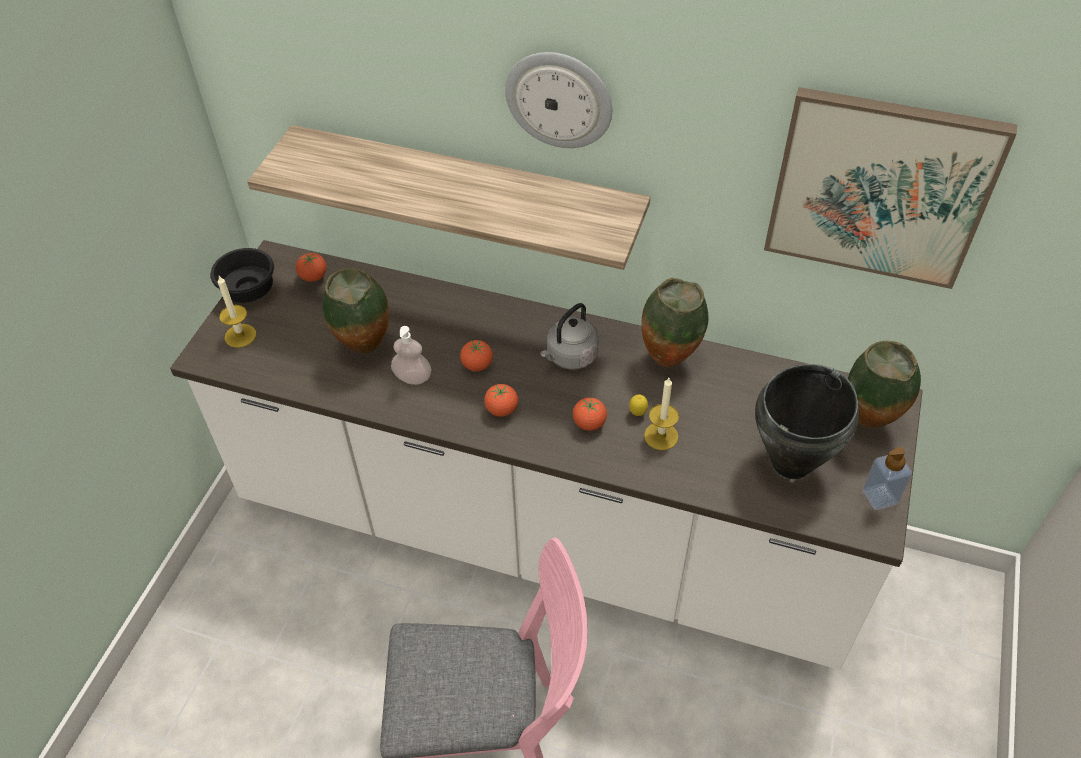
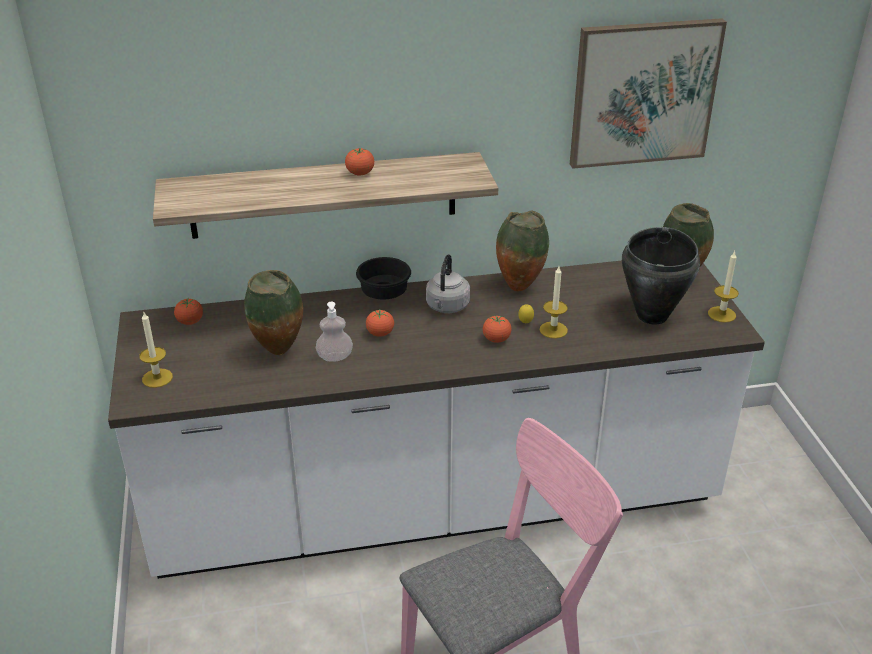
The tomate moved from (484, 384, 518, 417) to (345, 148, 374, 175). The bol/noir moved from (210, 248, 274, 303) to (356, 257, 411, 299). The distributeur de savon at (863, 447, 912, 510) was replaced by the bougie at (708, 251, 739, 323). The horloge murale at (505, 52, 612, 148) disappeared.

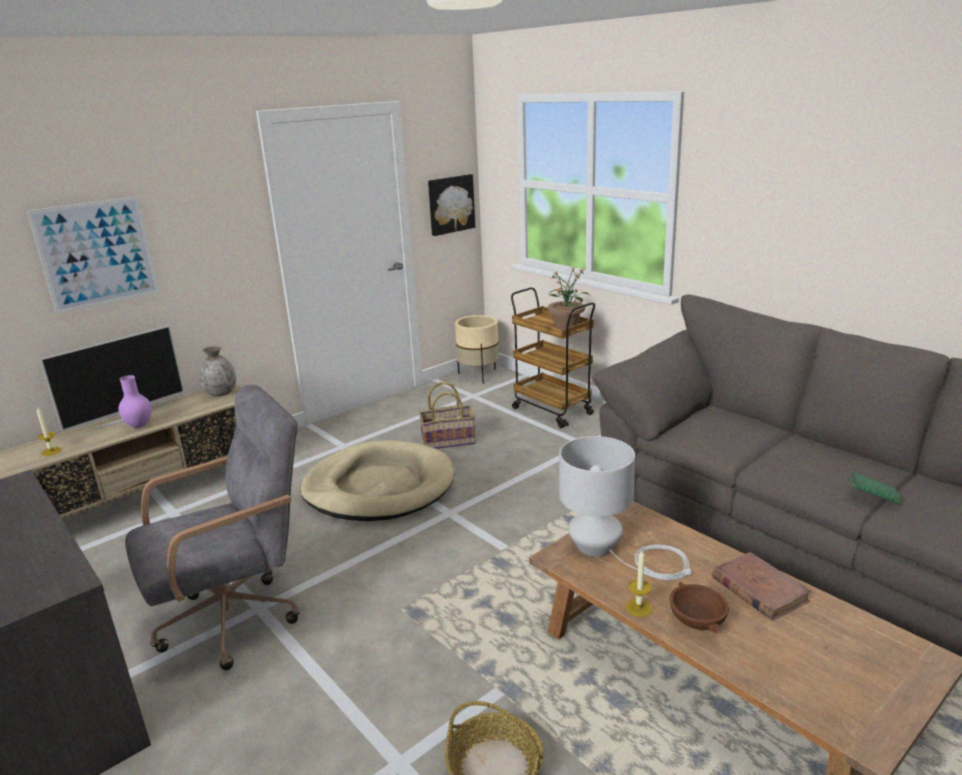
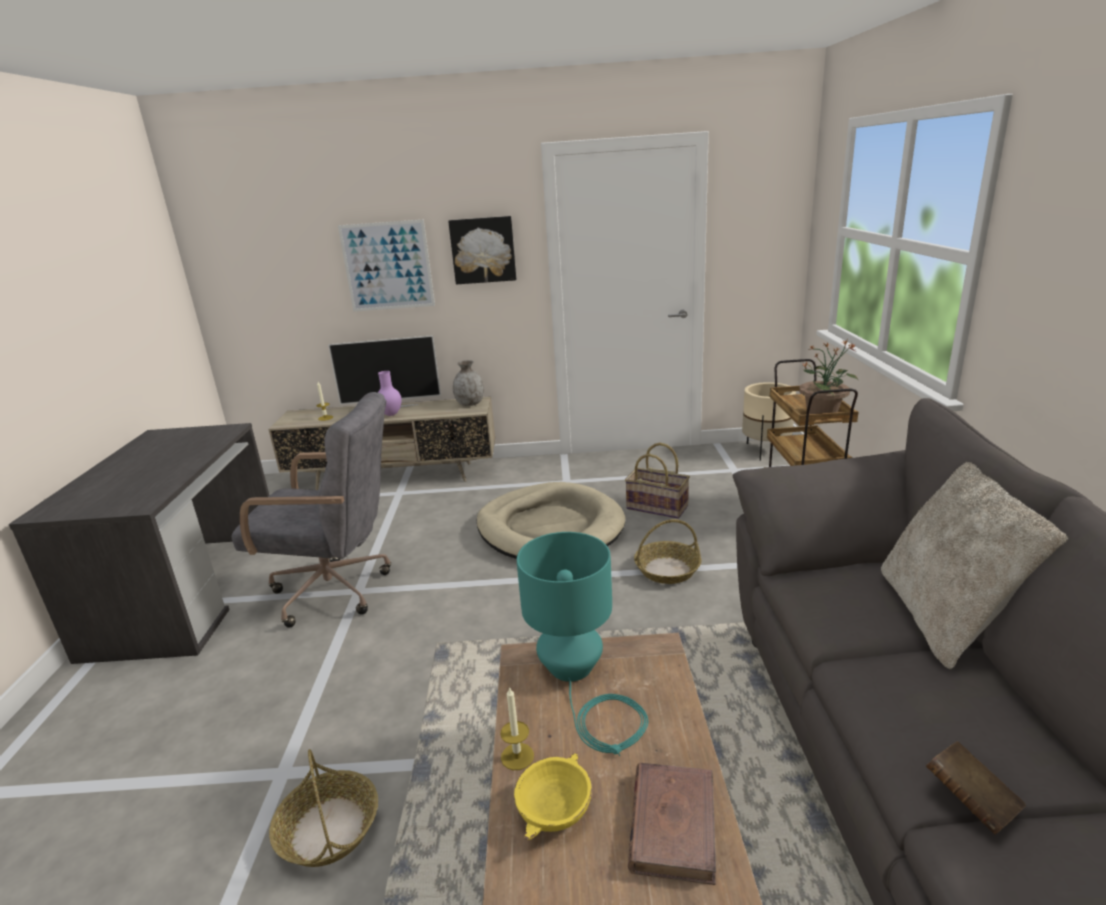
The tableau moved from (428, 174, 475, 236) to (448, 216, 516, 284). The bol/marron at (670, 581, 729, 633) became the bol/jaune at (514, 753, 592, 840). The lampe de table/gris at (559, 436, 692, 580) became the lampe de table/turquoise at (517, 532, 648, 756). The panier at (634, 519, 701, 584) appeared. The coussin/beige at (881, 462, 1068, 669) appeared. The livre/vert at (849, 472, 901, 504) became the livre/marron at (926, 741, 1026, 835).

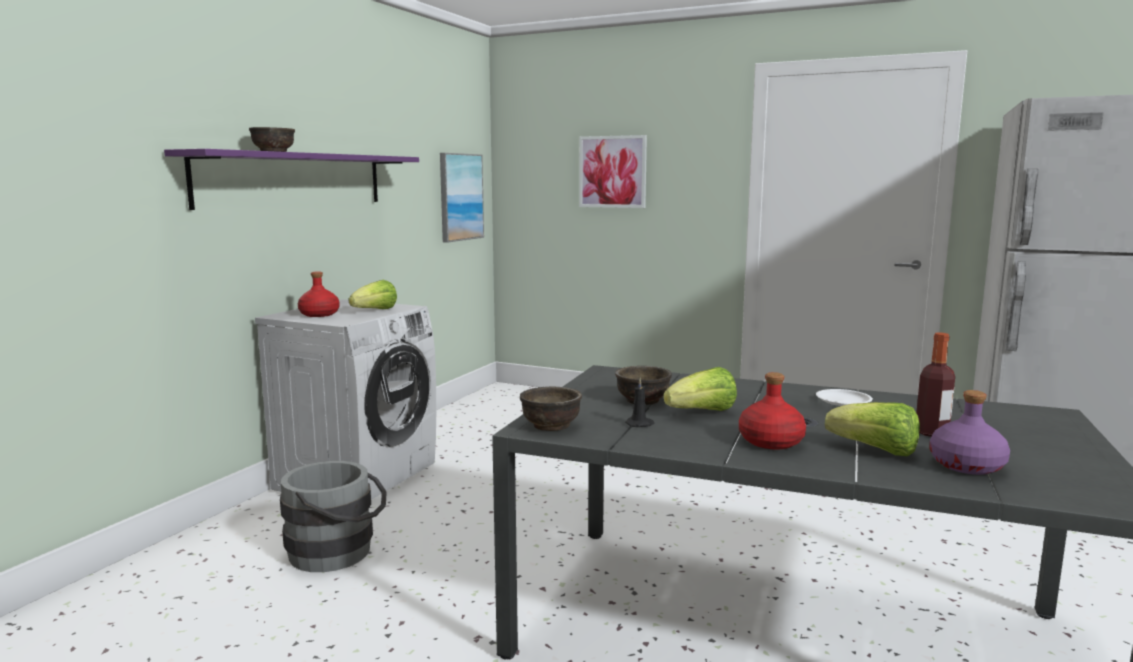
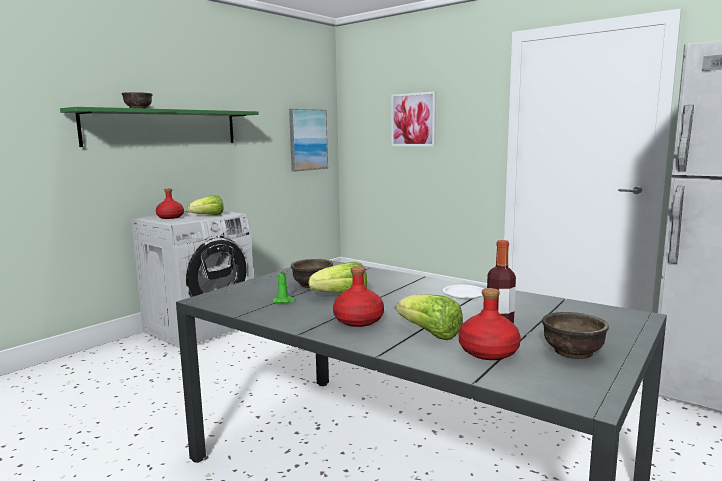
The étagère/violet at (164, 149, 419, 210) became the étagère/vert at (60, 107, 259, 147). The bougie/noir at (625, 378, 655, 427) became the bougie/vert at (273, 266, 296, 303). The bouteille/violet at (930, 390, 1010, 475) became the bouteille/rouge at (459, 288, 521, 360). The bol/marron moved from (520, 387, 582, 431) to (542, 312, 609, 359). The seau/gris at (280, 461, 387, 572) disappeared.

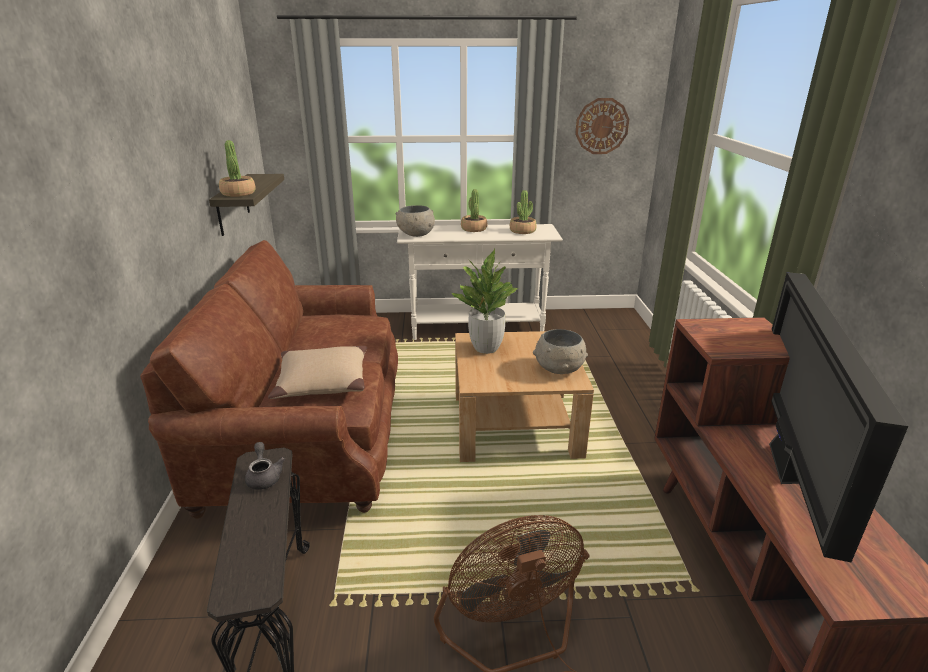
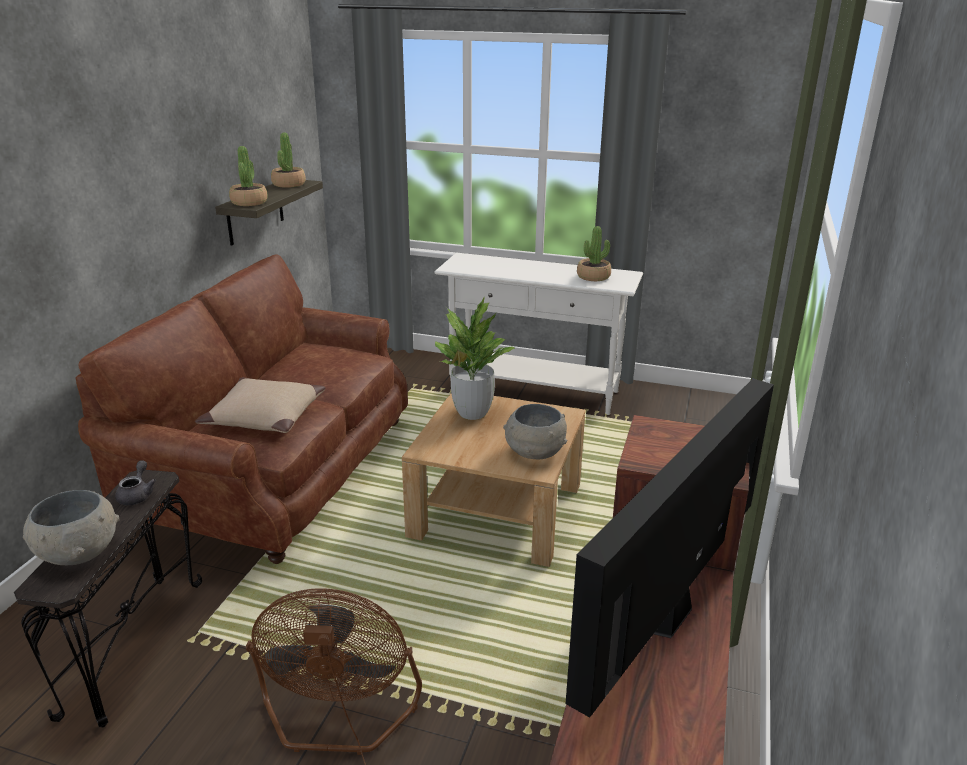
The bol/gris moved from (396, 205, 435, 237) to (23, 490, 119, 565). The plante en pot moved from (461, 189, 487, 232) to (271, 133, 306, 188). The horloge murale at (575, 98, 629, 154) disappeared.

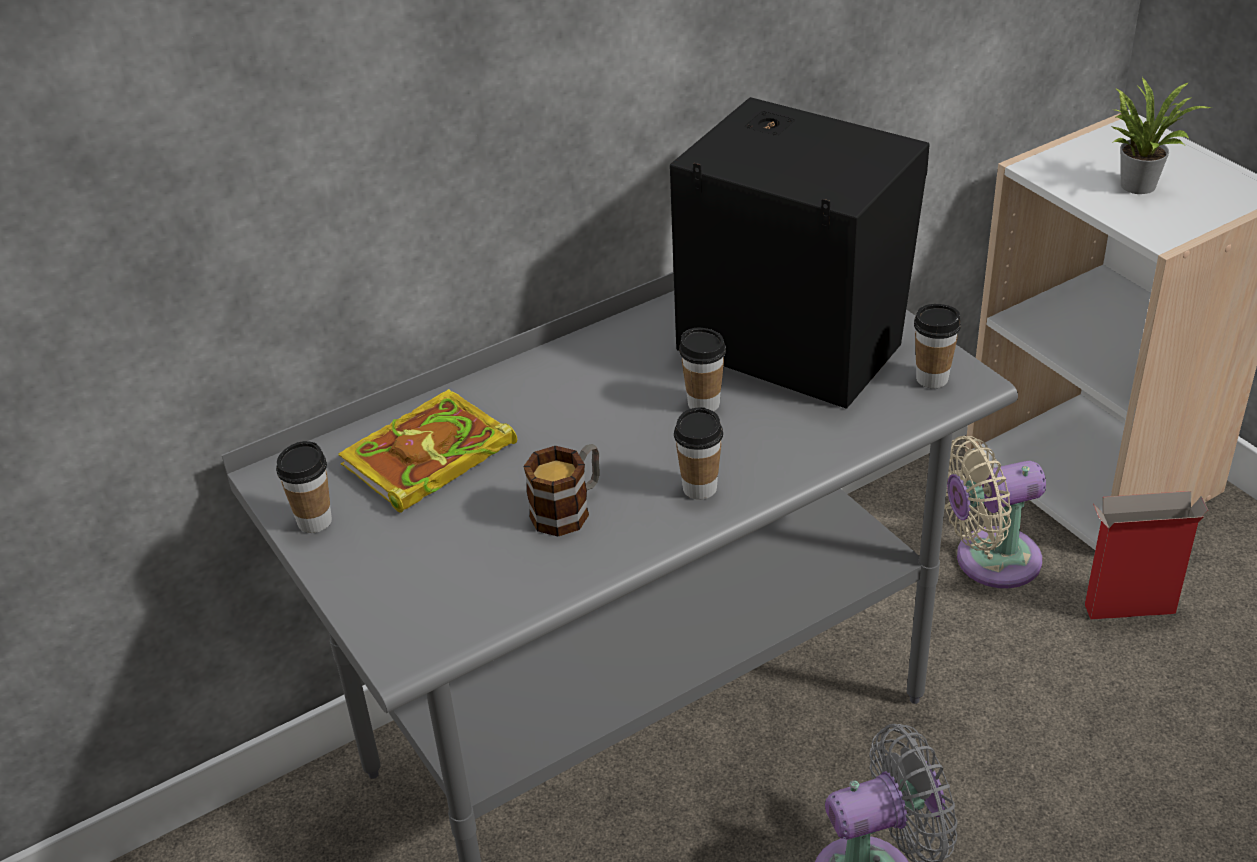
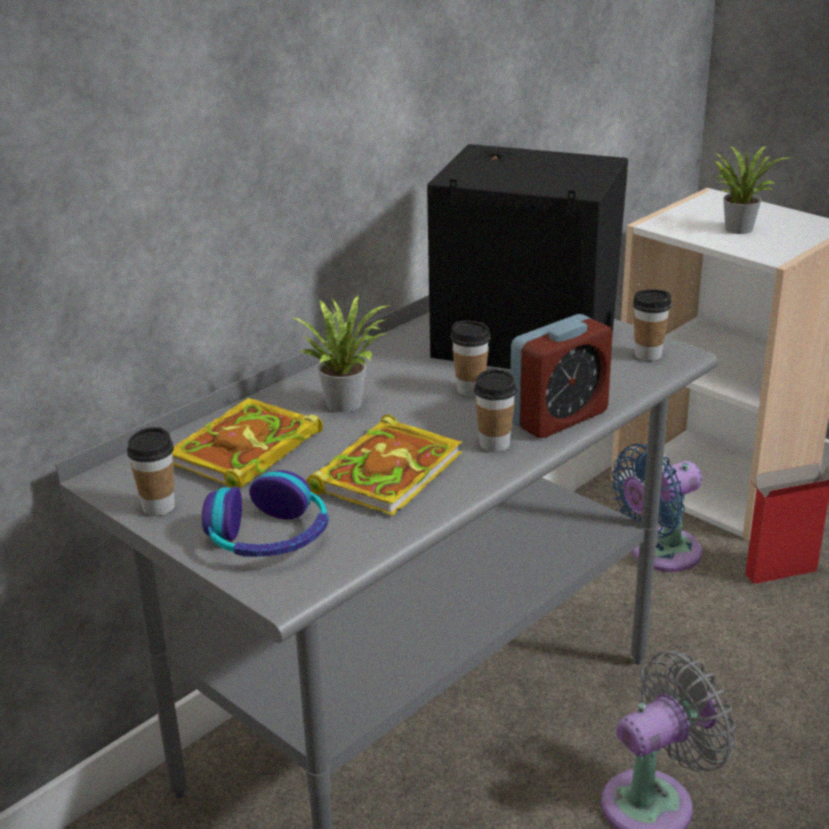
The casque audio at (202, 470, 329, 557) appeared. The plante en pot at (291, 294, 390, 412) appeared. The mug at (523, 444, 599, 536) was replaced by the livre at (306, 414, 462, 516). The réveil at (511, 314, 613, 438) appeared. The ventilateur/beige at (944, 436, 1046, 588) became the ventilateur/bleu at (612, 444, 702, 572).

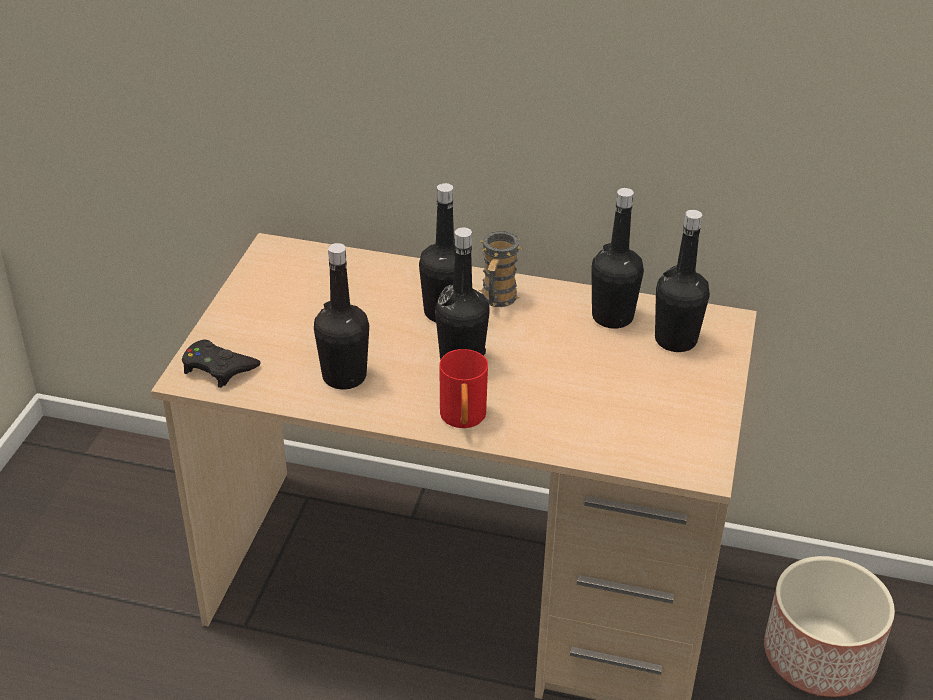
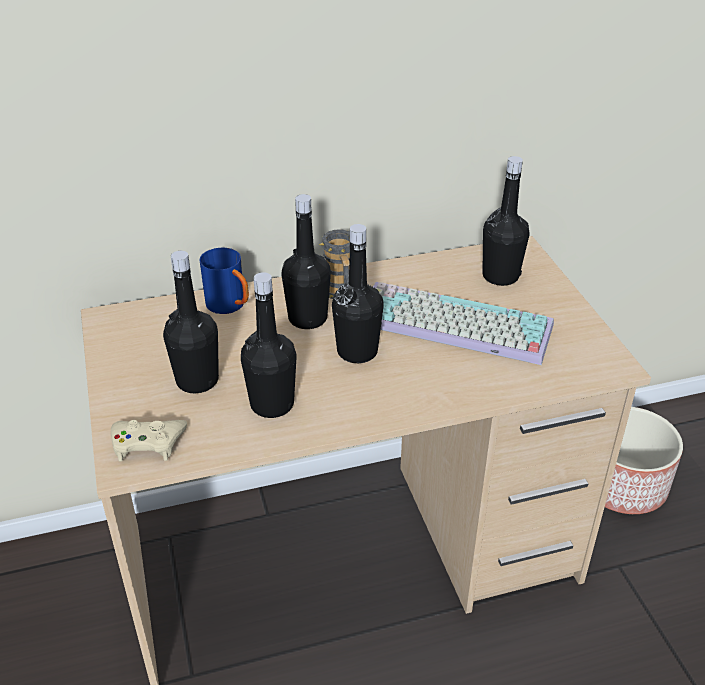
The manette/noir at (182, 339, 261, 388) became the manette/beige at (111, 420, 187, 461). The bouteille/noir moved from (591, 188, 644, 329) to (163, 251, 219, 394). The mug/bleu at (200, 248, 249, 314) appeared. The clavier at (373, 282, 554, 365) appeared. The mug/rouge at (439, 349, 488, 428) disappeared.

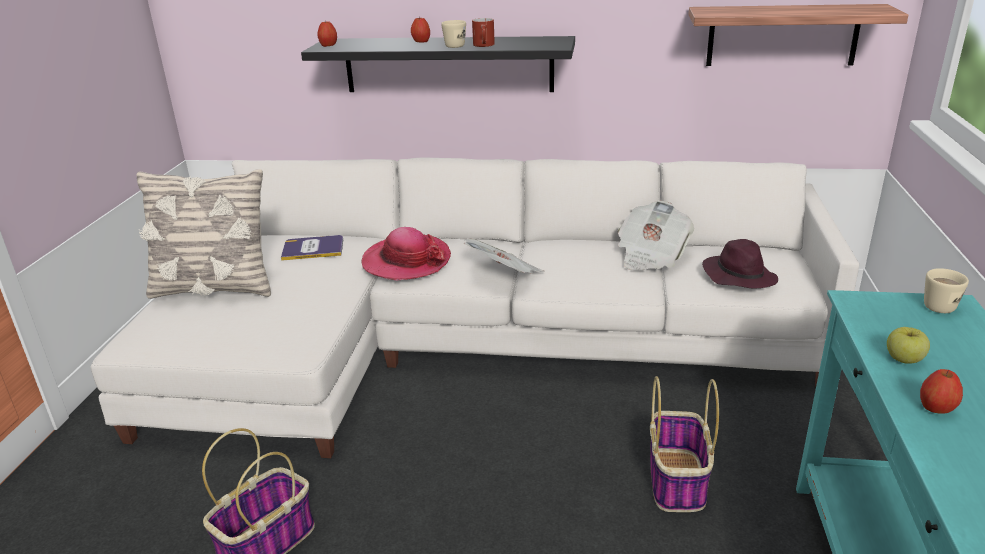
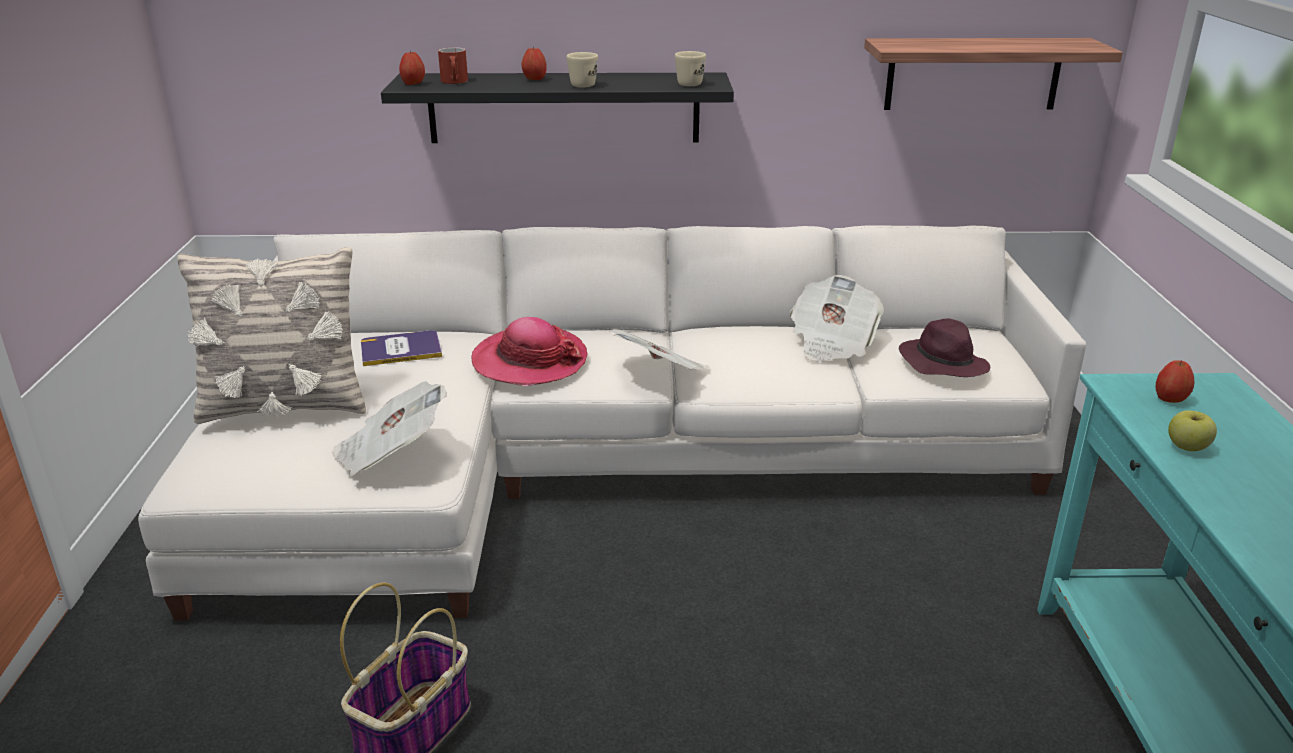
The journal at (332, 381, 447, 476) appeared. The mug/rouge moved from (472, 18, 495, 47) to (438, 47, 468, 84). The mug/beige moved from (924, 268, 969, 313) to (675, 51, 706, 86). The pomme moved from (920, 369, 963, 414) to (1156, 360, 1195, 403). The panier at (650, 376, 719, 512) disappeared.

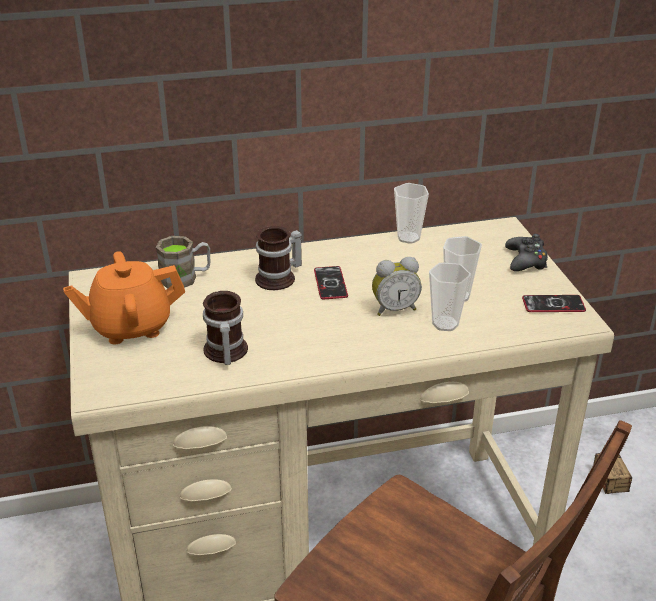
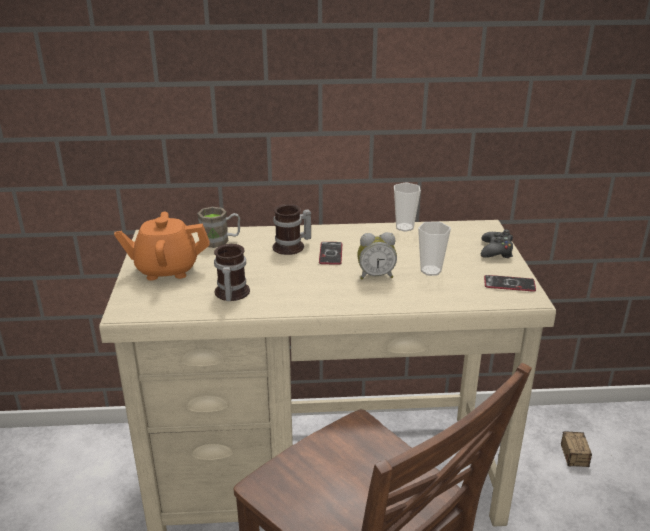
The tasse at (429, 262, 471, 331) disappeared.

